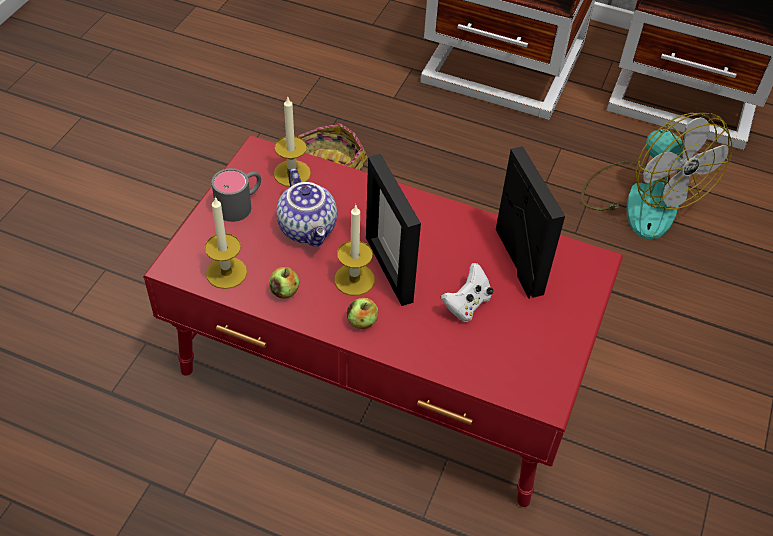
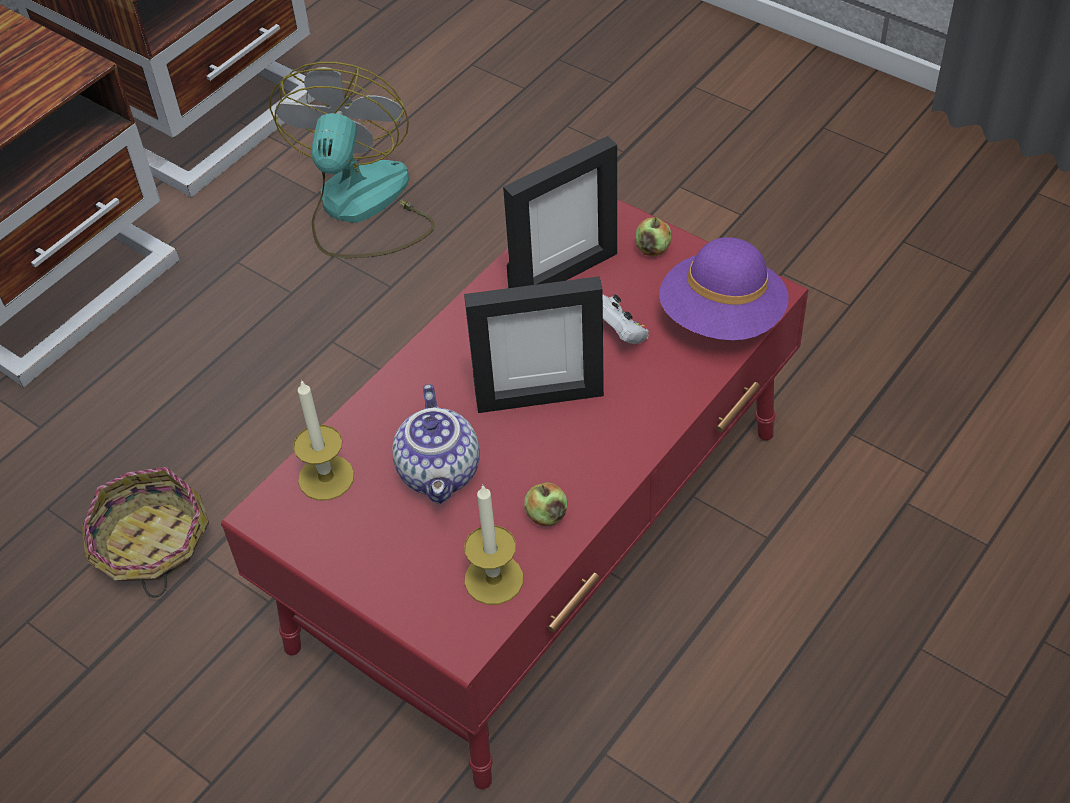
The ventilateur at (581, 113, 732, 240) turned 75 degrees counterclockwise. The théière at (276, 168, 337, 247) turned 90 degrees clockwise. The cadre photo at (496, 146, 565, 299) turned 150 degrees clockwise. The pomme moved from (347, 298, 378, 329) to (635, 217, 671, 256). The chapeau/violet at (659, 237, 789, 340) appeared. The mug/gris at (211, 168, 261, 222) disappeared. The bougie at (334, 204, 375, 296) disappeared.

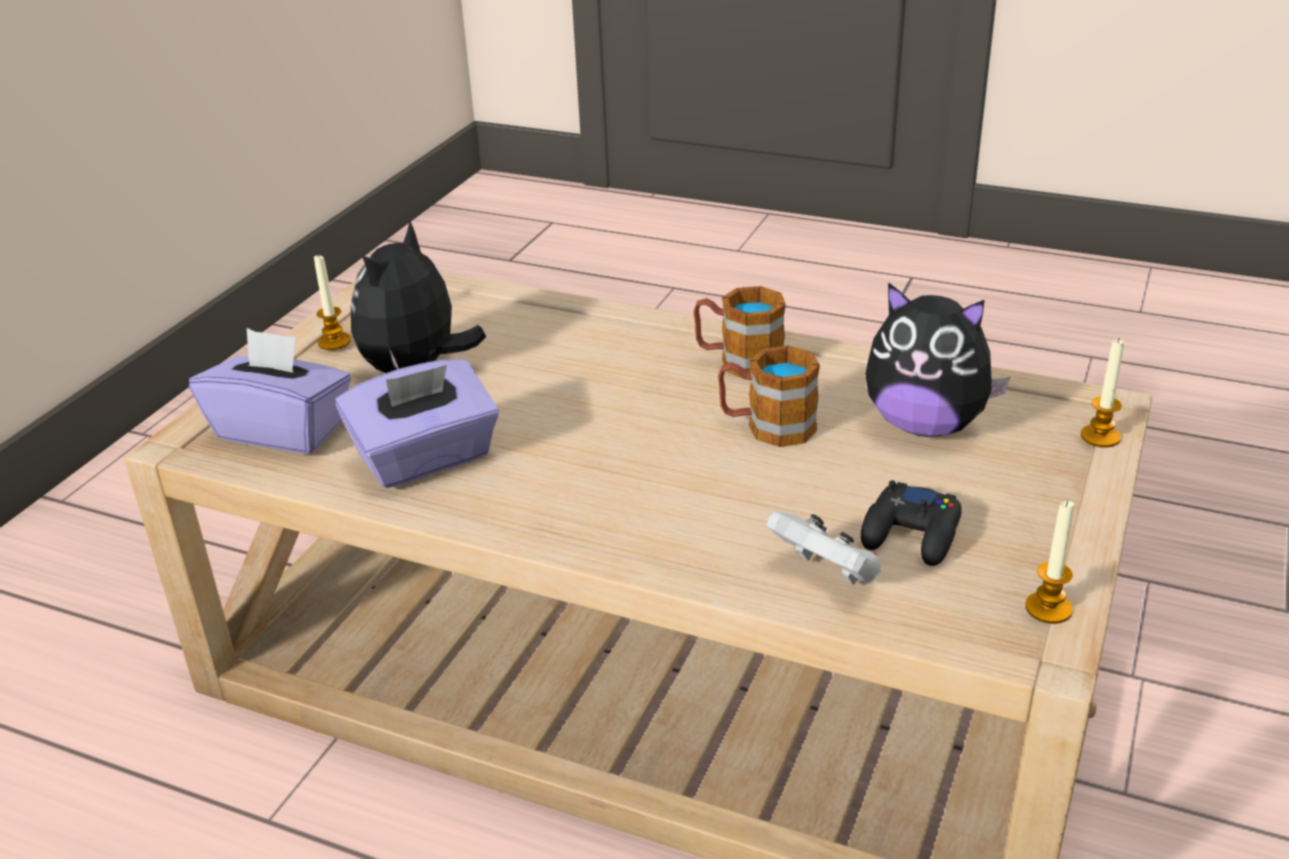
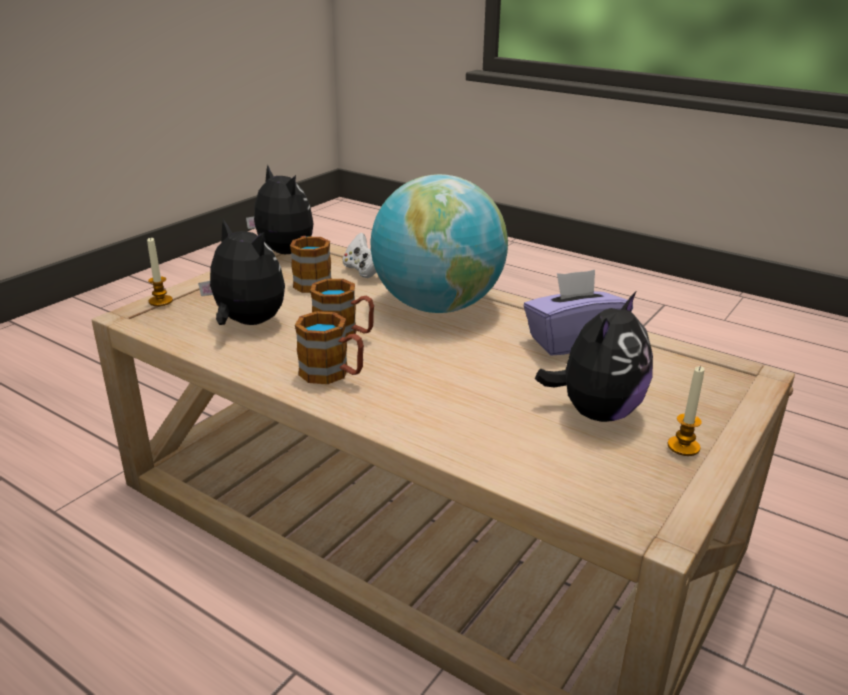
The bougie at (1025, 500, 1074, 624) was replaced by the peluche at (246, 165, 314, 254). The manette/noir at (861, 480, 962, 566) was replaced by the mug at (290, 236, 332, 293). The globe at (371, 174, 508, 313) appeared. The boîte à mouchoirs/violet at (189, 328, 351, 454) disappeared.

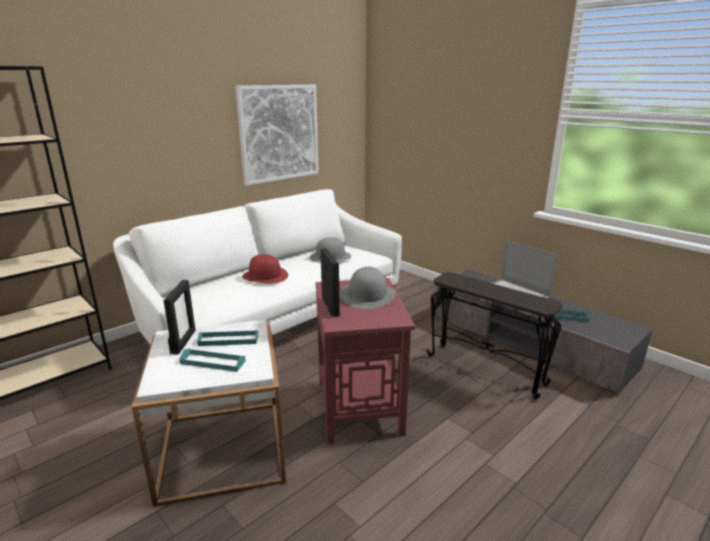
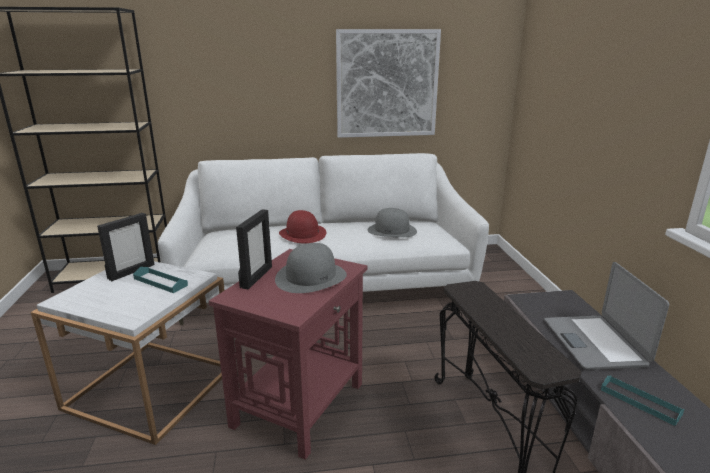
The plateau/turquoise at (179, 349, 246, 372) disappeared.

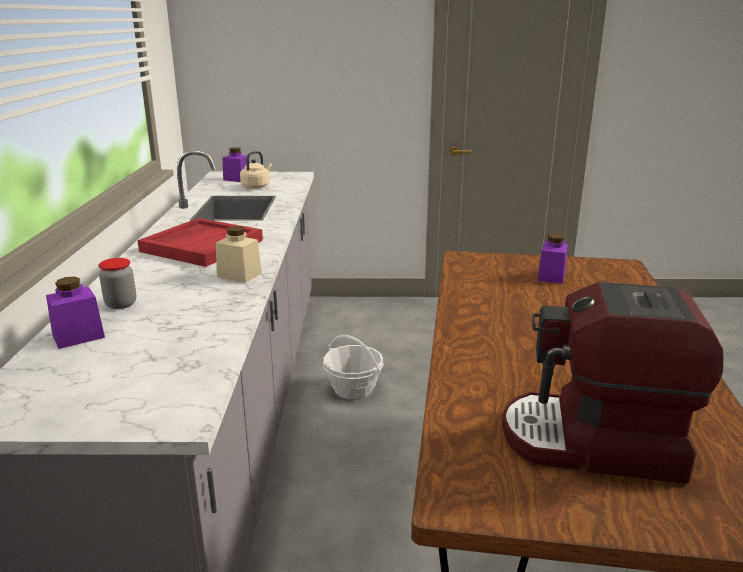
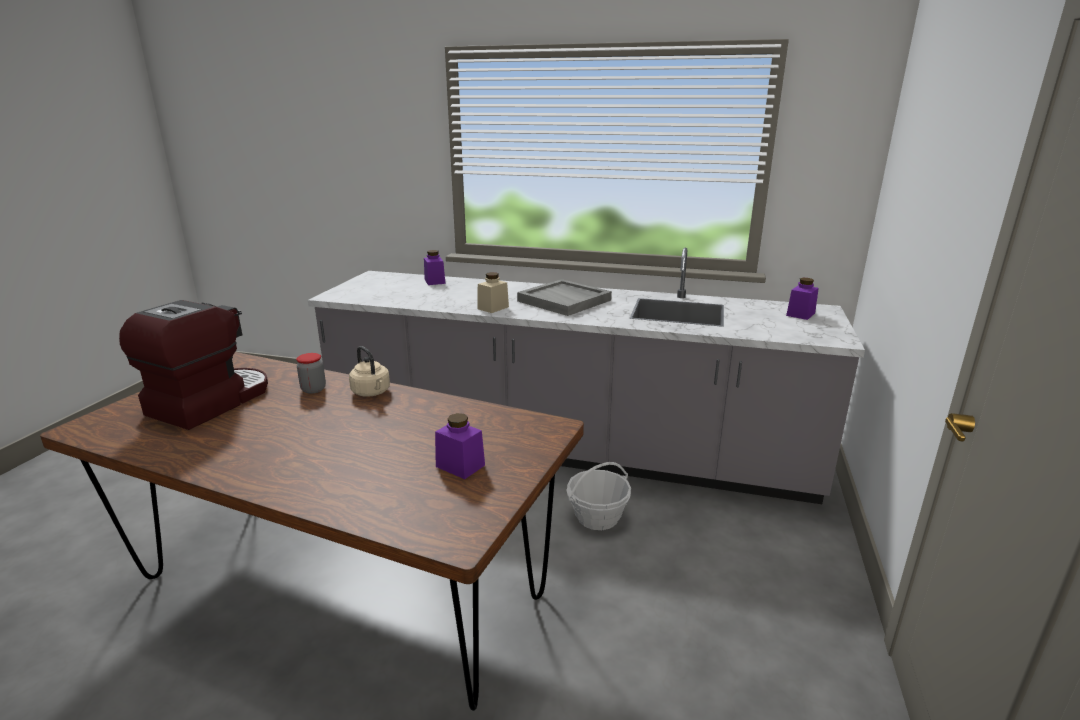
The bocal moved from (99, 258, 136, 309) to (296, 353, 326, 394). The bouilloire/beige moved from (240, 151, 272, 189) to (349, 346, 390, 397). The plateau/rouge at (137, 218, 263, 267) became the plateau/gris at (517, 279, 612, 316).

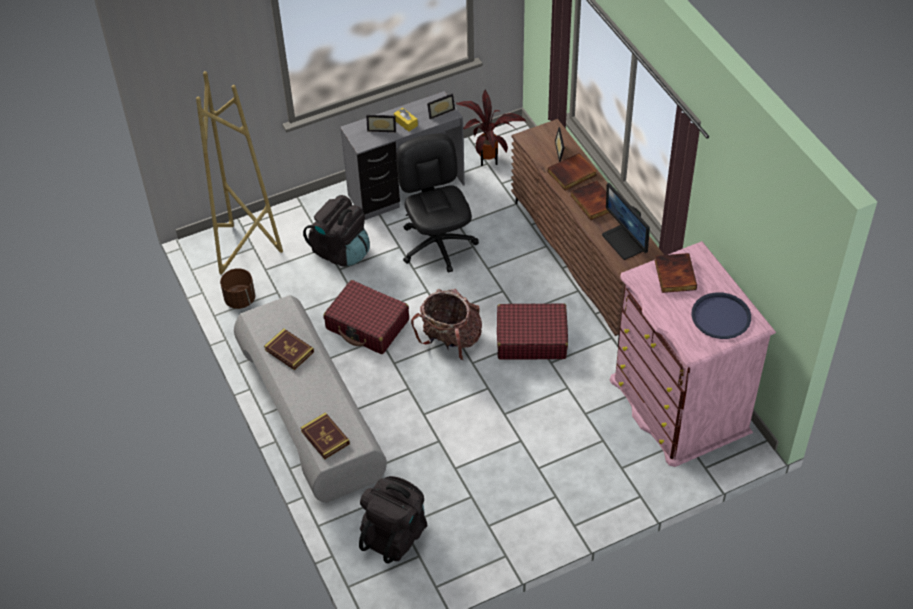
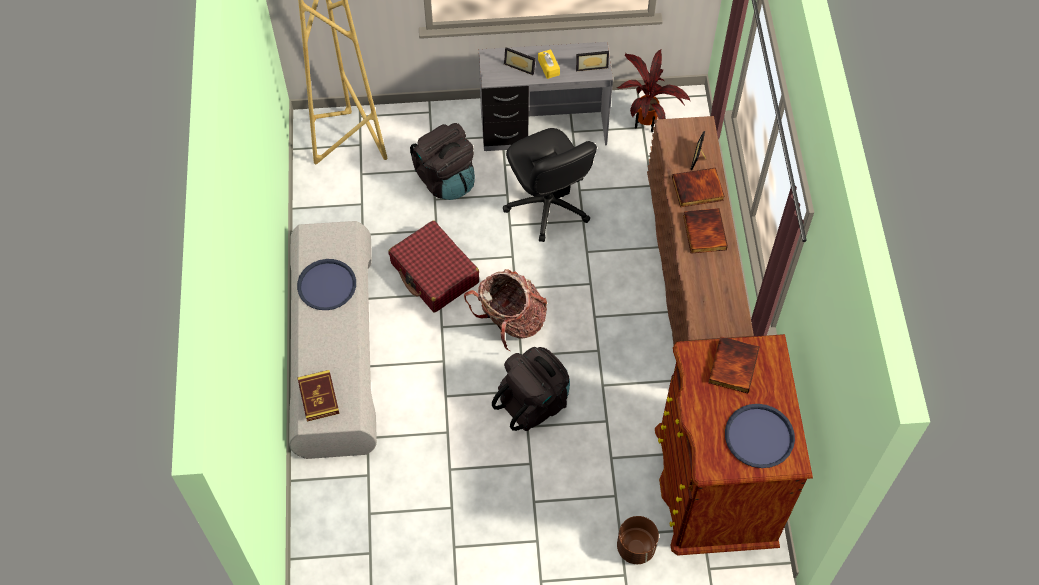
The livre at (264, 329, 314, 370) was replaced by the plateau/bleu at (297, 259, 356, 310). The sac à dos/noir moved from (359, 476, 427, 563) to (492, 347, 570, 431). The chaise de bureau/noir at (396, 133, 479, 273) turned 150 degrees clockwise. The cache-pot/marron moved from (220, 268, 255, 309) to (617, 516, 659, 564). The commode/rose at (609, 241, 776, 467) became the commode/marron at (655, 334, 813, 556). The valise/rouge at (497, 303, 568, 360) disappeared. The écran d'ordinateur at (602, 183, 650, 260) disappeared.

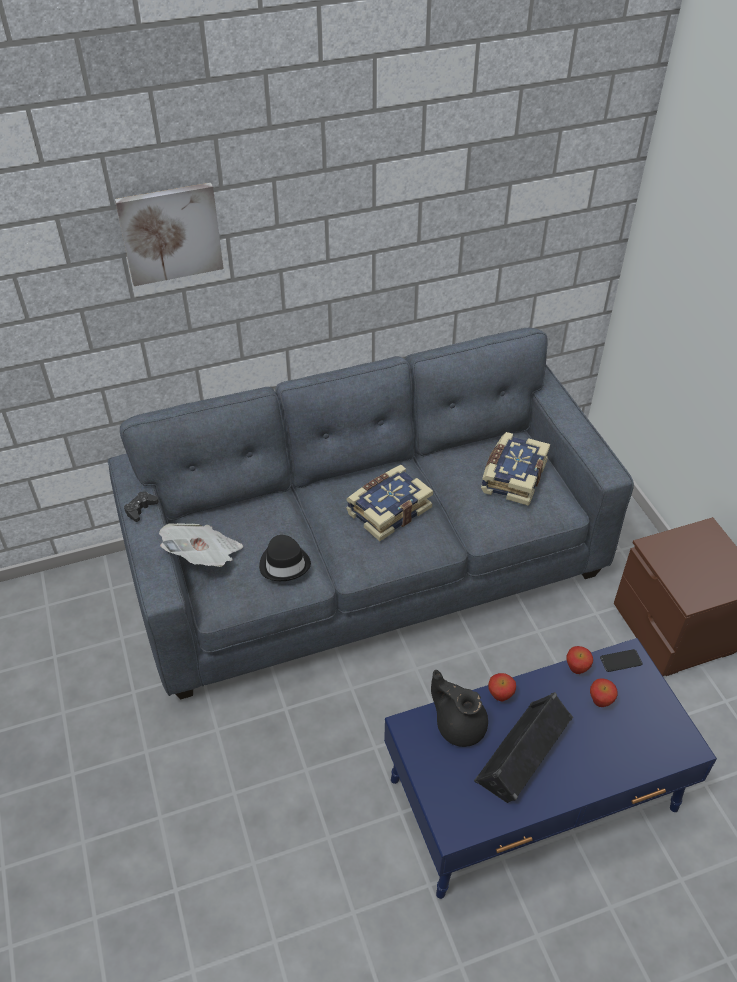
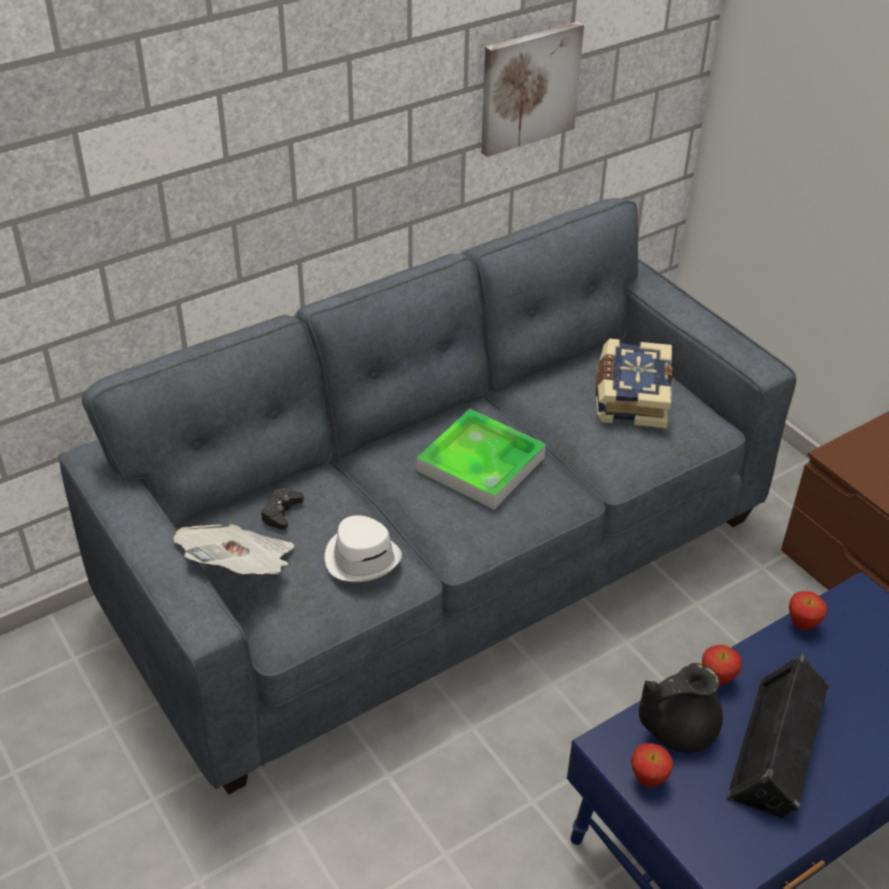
The manette/noir moved from (124, 492, 159, 522) to (261, 488, 304, 530). The chapeau/noir at (259, 535, 311, 581) became the chapeau/blanc at (325, 515, 402, 582). The livre at (346, 465, 433, 541) was replaced by the plateau at (417, 409, 546, 509). The tableau moved from (115, 183, 224, 286) to (481, 21, 584, 157). The pomme moved from (590, 678, 618, 707) to (631, 743, 673, 788). The théière/noir at (431, 670, 488, 747) turned 45 degrees counterclockwise. The téléphone at (600, 649, 643, 672) disappeared.

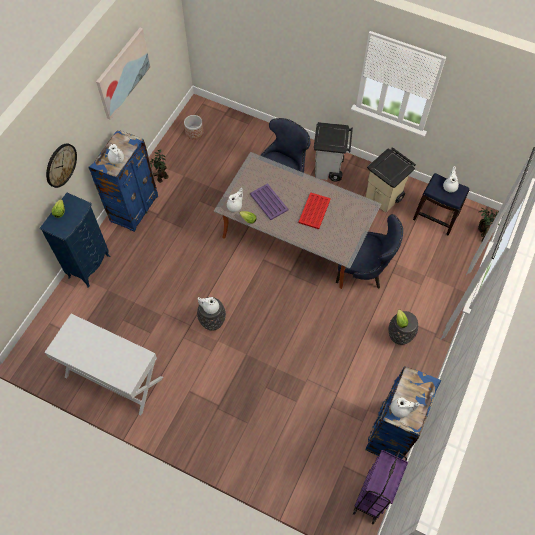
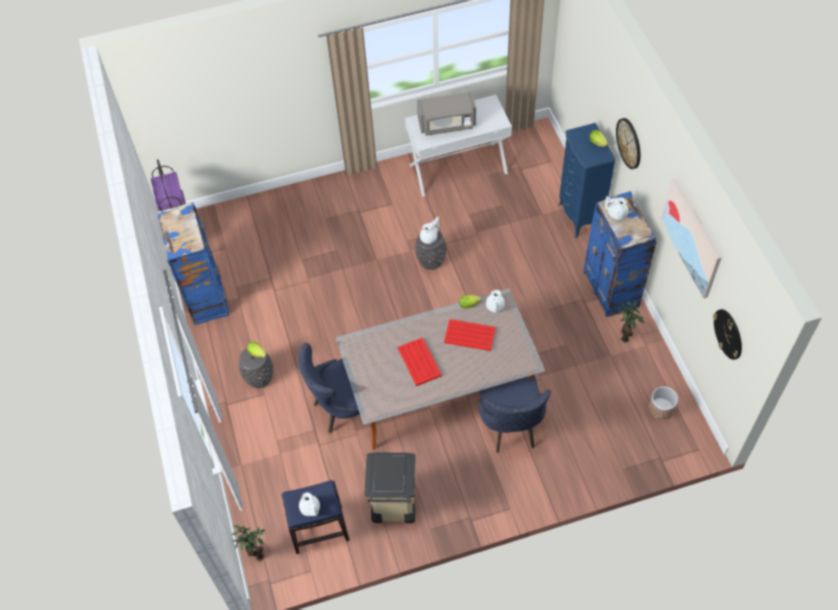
The micro-ondes/gris at (417, 92, 476, 136) appeared. The plateau/violet at (250, 183, 289, 220) became the plateau/rouge at (444, 319, 495, 351). The horloge murale at (713, 309, 742, 360) appeared. The poubelle/gris at (314, 122, 353, 182) disappeared. The théière/blanc at (391, 397, 420, 418) disappeared.

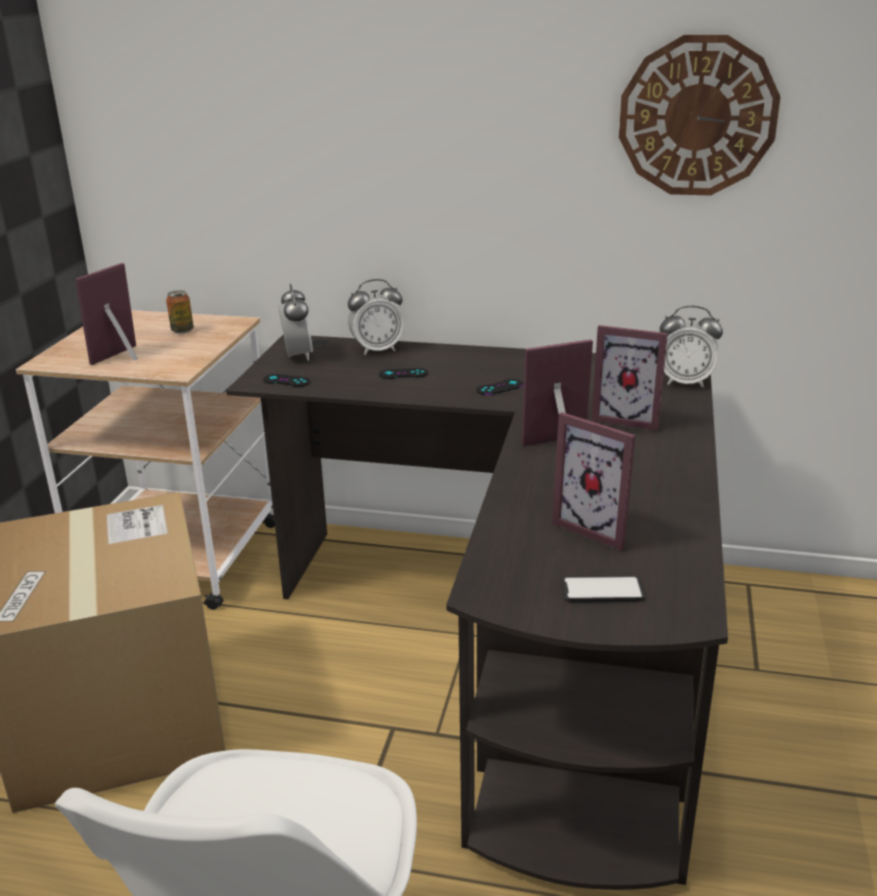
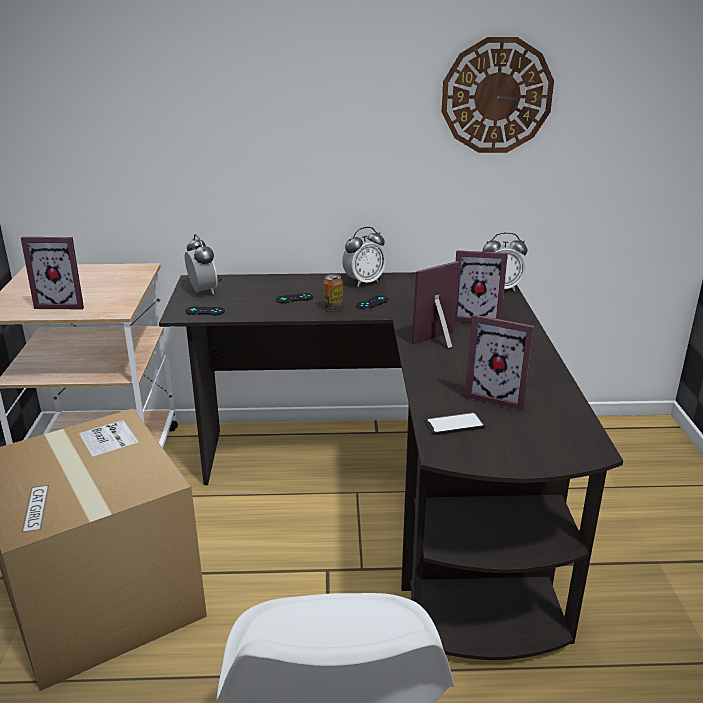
The cadre photo at (75, 263, 138, 365) turned 105 degrees counterclockwise. The boîte métallique moved from (166, 290, 194, 333) to (323, 274, 343, 311). The réveil moved from (348, 279, 404, 355) to (342, 227, 386, 287). The téléphone moved from (561, 575, 646, 603) to (425, 412, 486, 435).

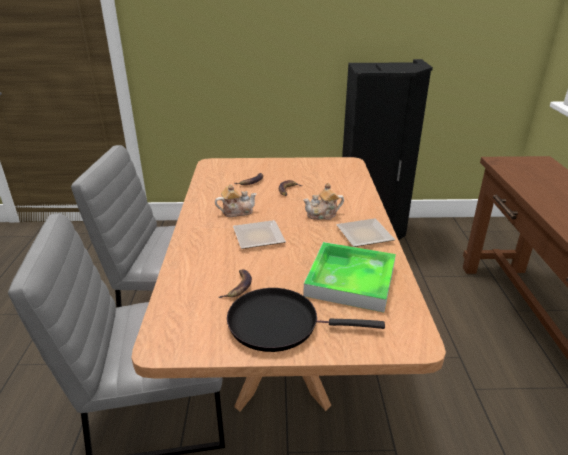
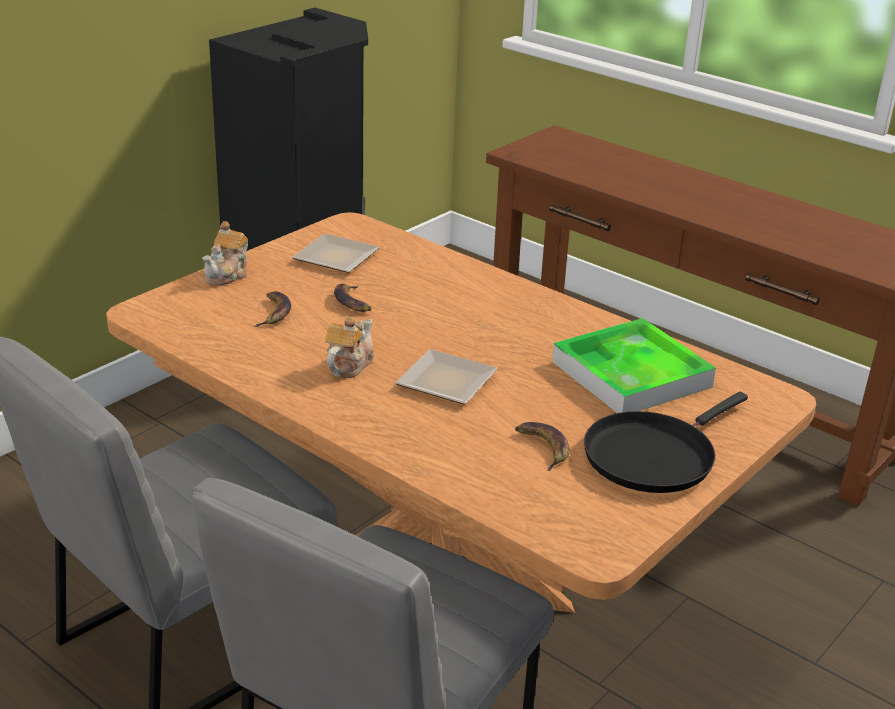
The théière moved from (303, 183, 344, 220) to (202, 221, 248, 285). The assiette moved from (336, 218, 395, 247) to (292, 234, 380, 273).

